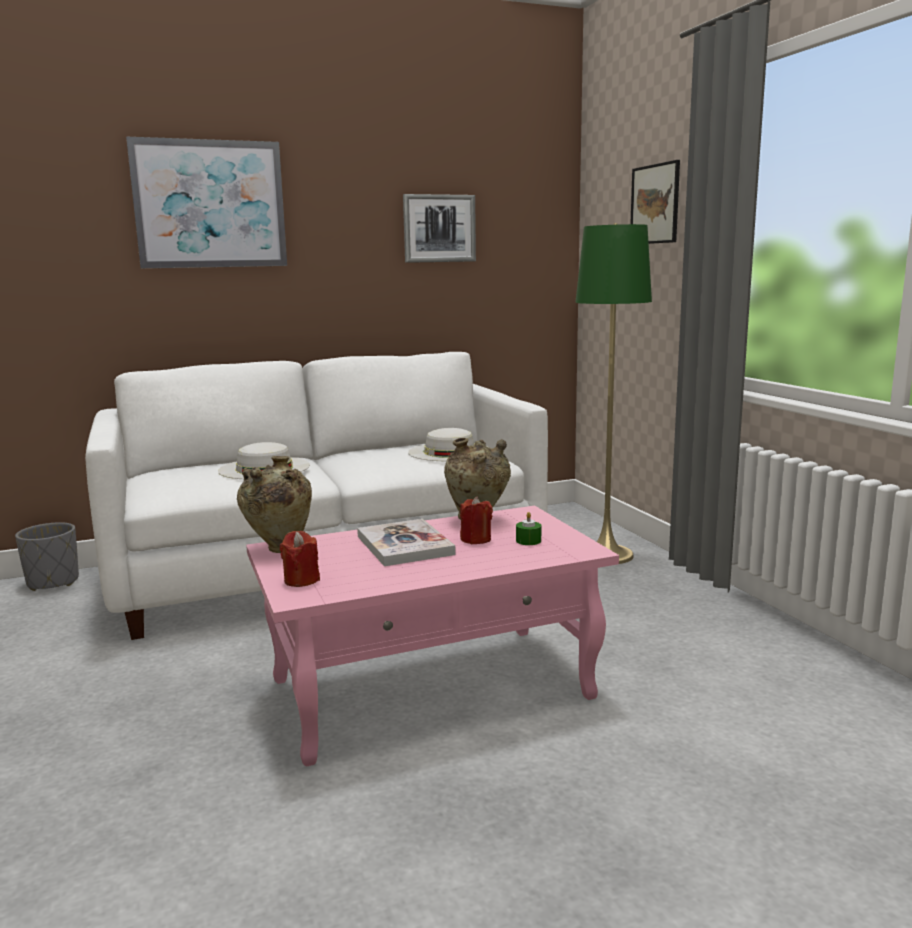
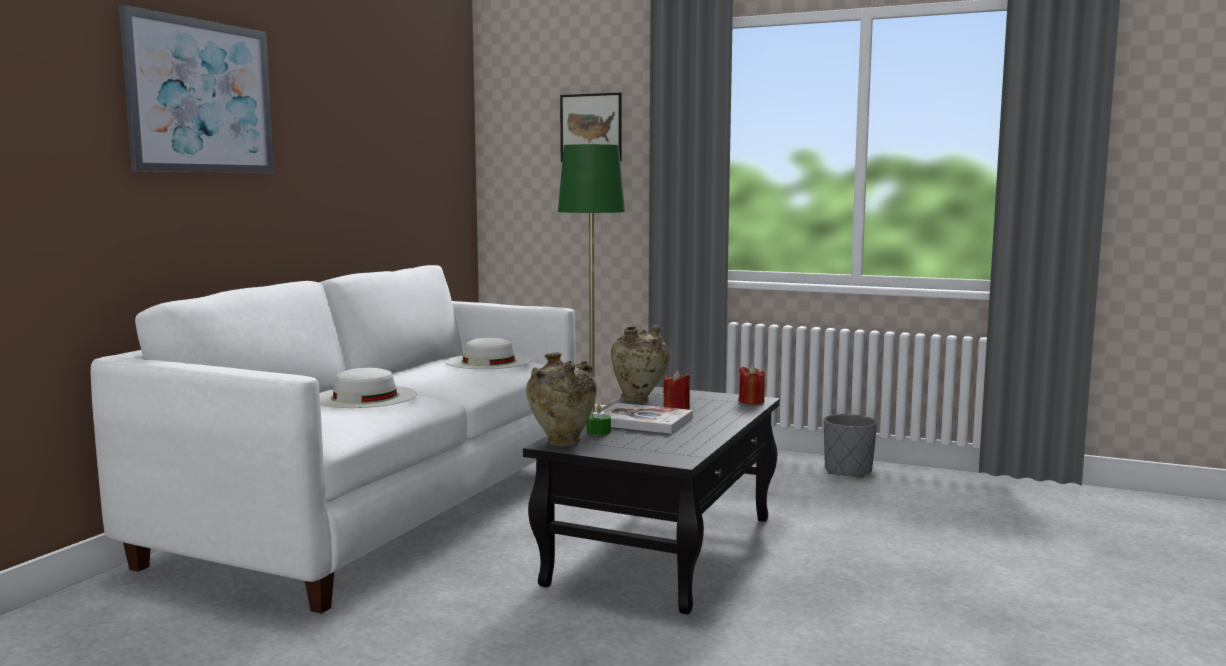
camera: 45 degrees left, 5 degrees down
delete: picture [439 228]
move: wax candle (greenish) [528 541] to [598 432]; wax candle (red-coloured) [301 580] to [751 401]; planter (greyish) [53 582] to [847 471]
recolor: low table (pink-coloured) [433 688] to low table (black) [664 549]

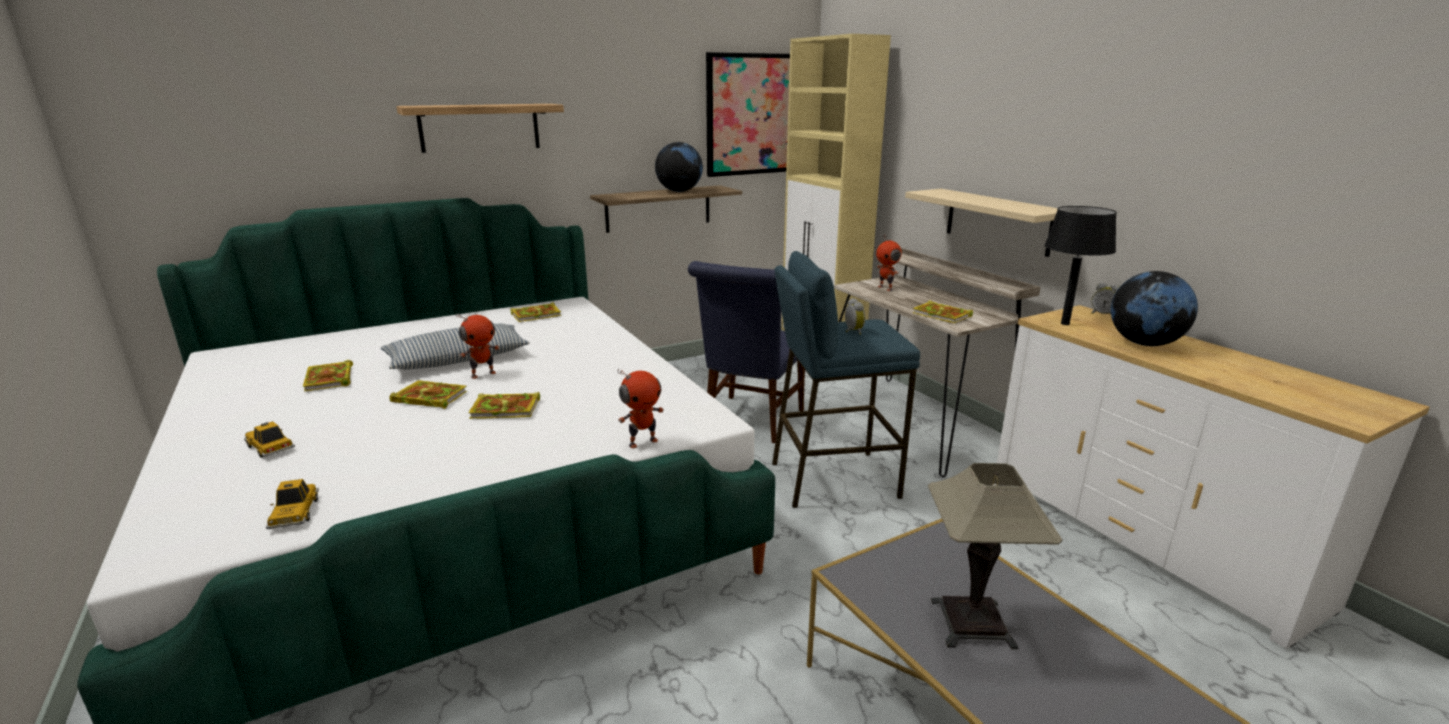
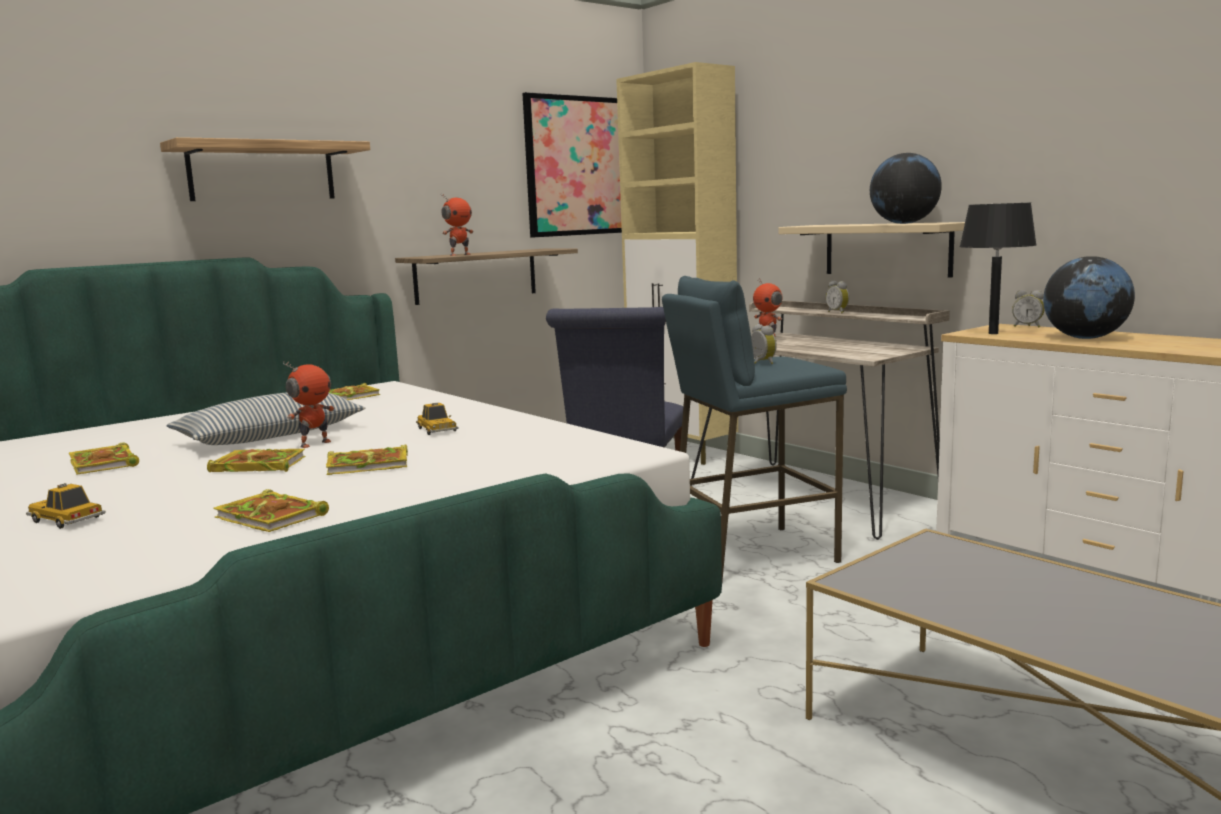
camera: 10 degrees left, 10 degrees down
delete: table lamp [972 623]
insert: table clock [838 312]
move: book [943 315] to [273 517]; toy car [295 513] to [437 430]; model robot [642 442] to [459 255]; globe [679 191] to [904 223]

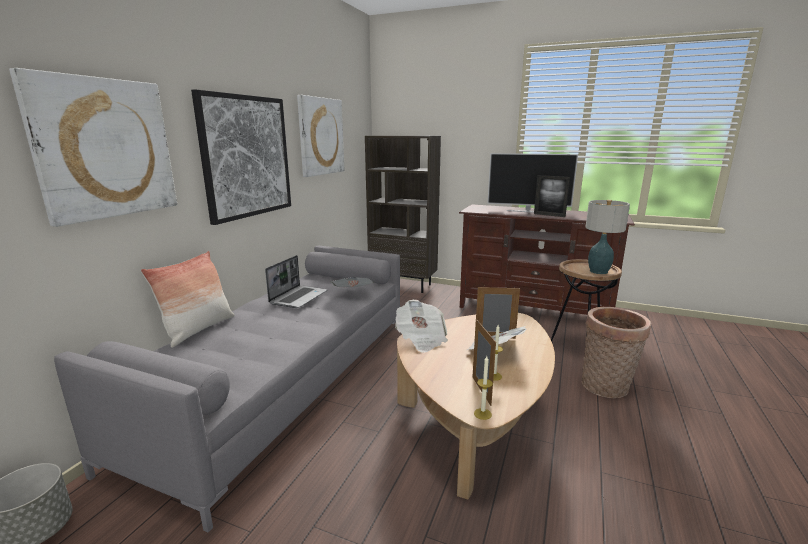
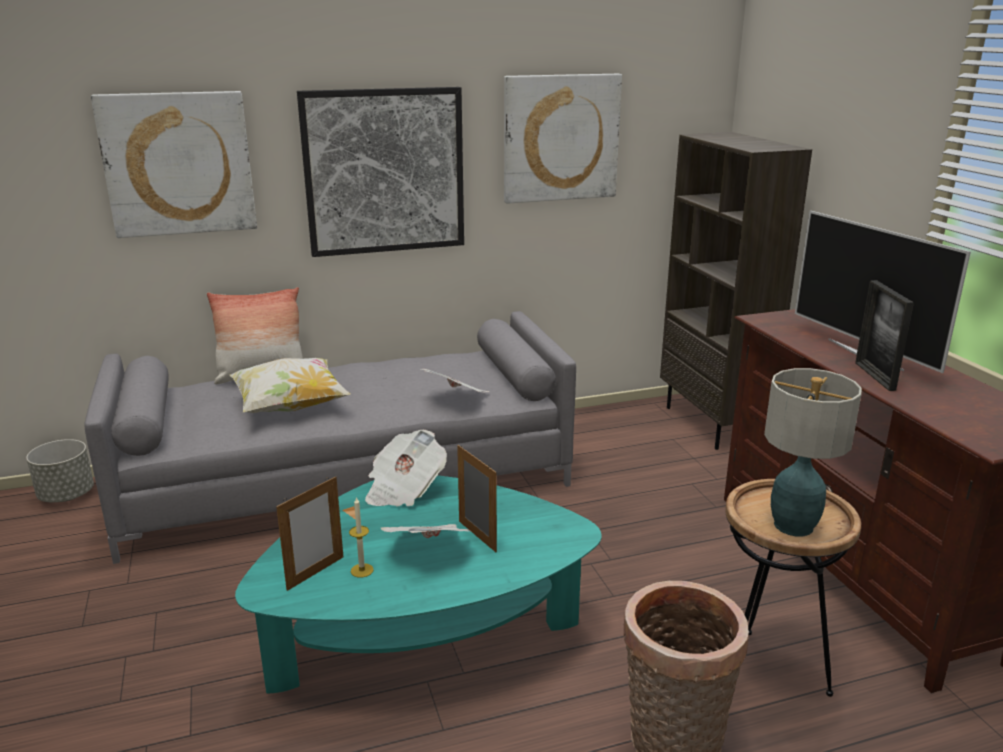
camera: 50 degrees right, 5 degrees up
delete: portable computer [298 297]; wax candle [482 414]
insert: cushion [290 407]
recolor: low table (brown-coloured) [476 419] to low table (turquoise-coloured) [424 640]

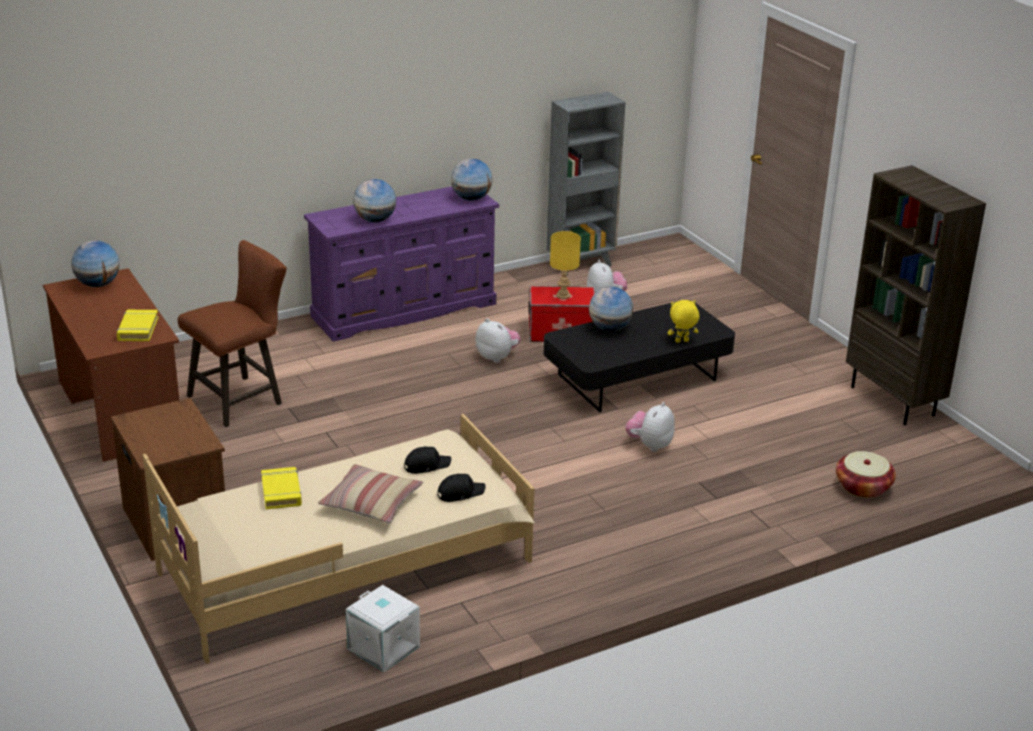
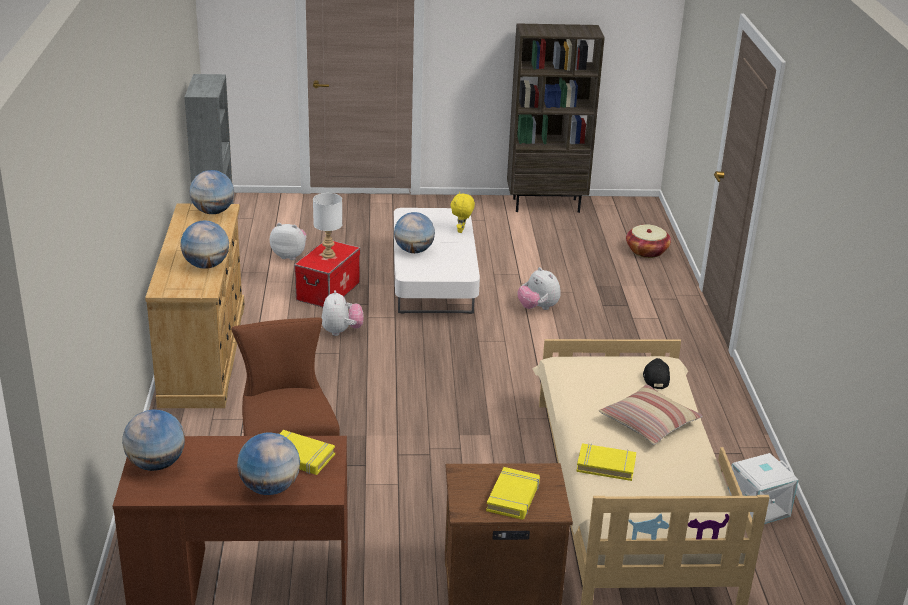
camera: 65 degrees left, 0 degrees up
delete: cap (black) [426 465]
insert: globe [270 488]; book (yellow) [513 497]
recolor: dresser (purple) [405 309] to dresser (beige-coloured) [203 352]; table lamp (yellow) [563 296] to table lamp (whitish) [329 255]; low table (black) [636 378] to low table (whitish) [433 282]
rotate: cuddly toy [497 357] = [341 331] 105 degrees clockwise

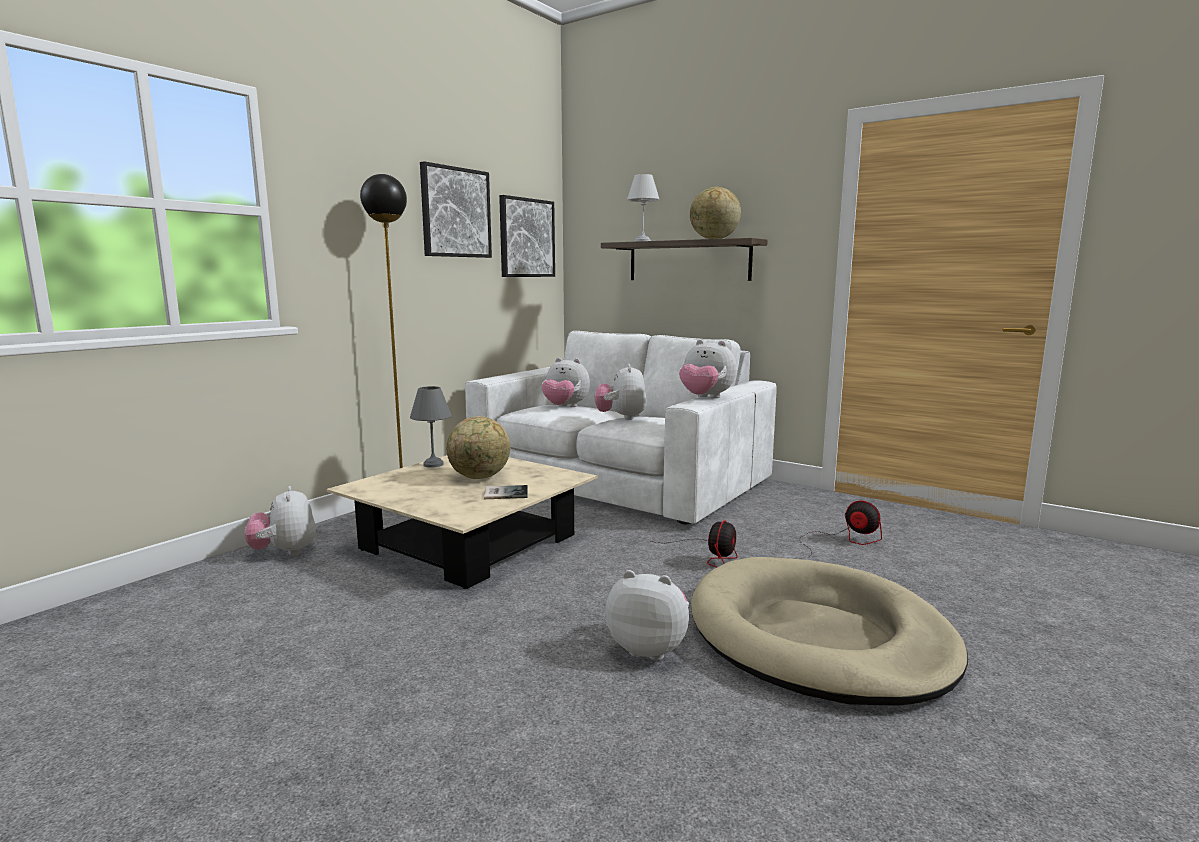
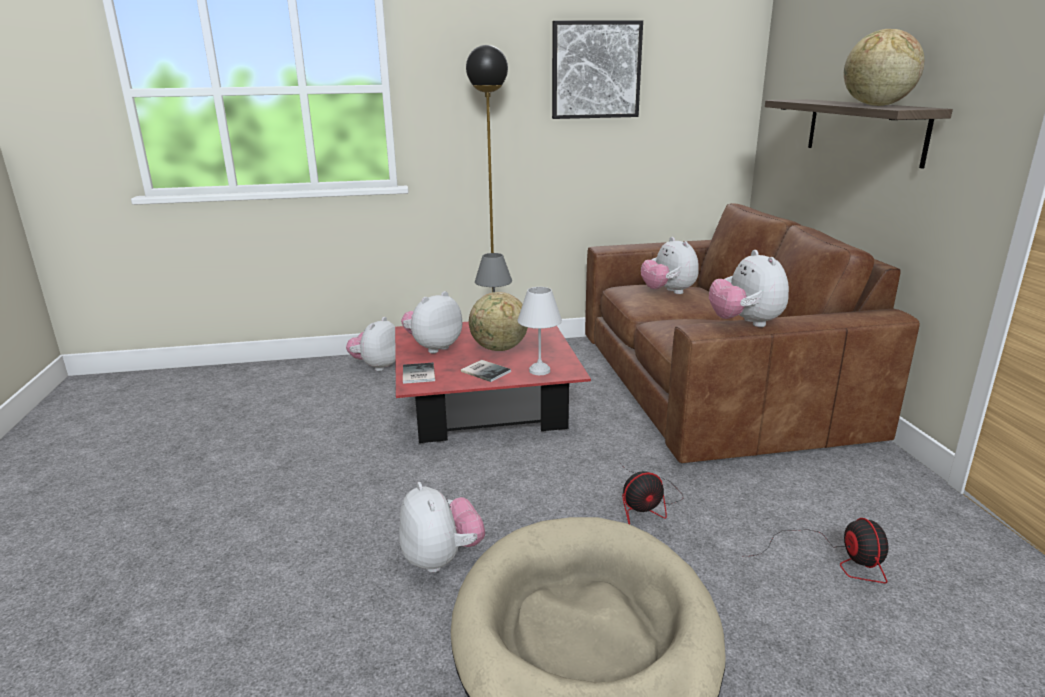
camera: 45 degrees right, 10 degrees up
delete: picture [526 238]
insert: book [417 374]
move: cuddly toy [621 417] to [433 347]; table lamp (whitish) [641 241] to [539 370]
recolor: low table (beige-coloured) [470 542] to low table (red-coloured) [486 403]; sofa (whitish) [619 479] to sofa (brown-coloured) [714 385]

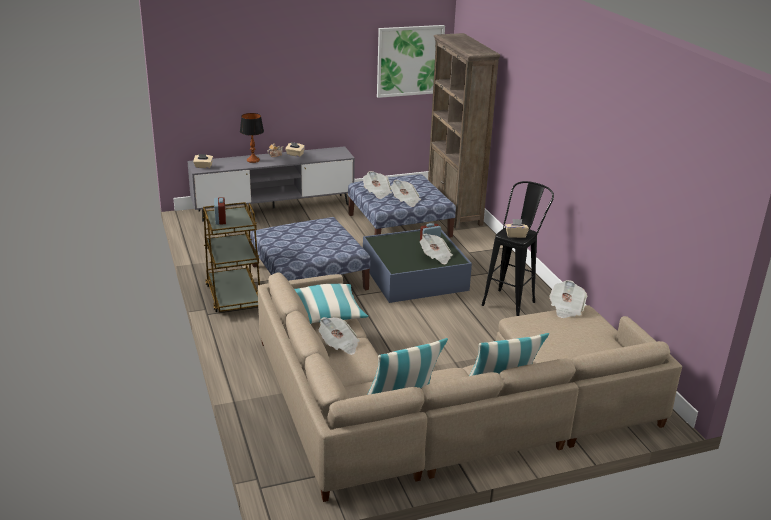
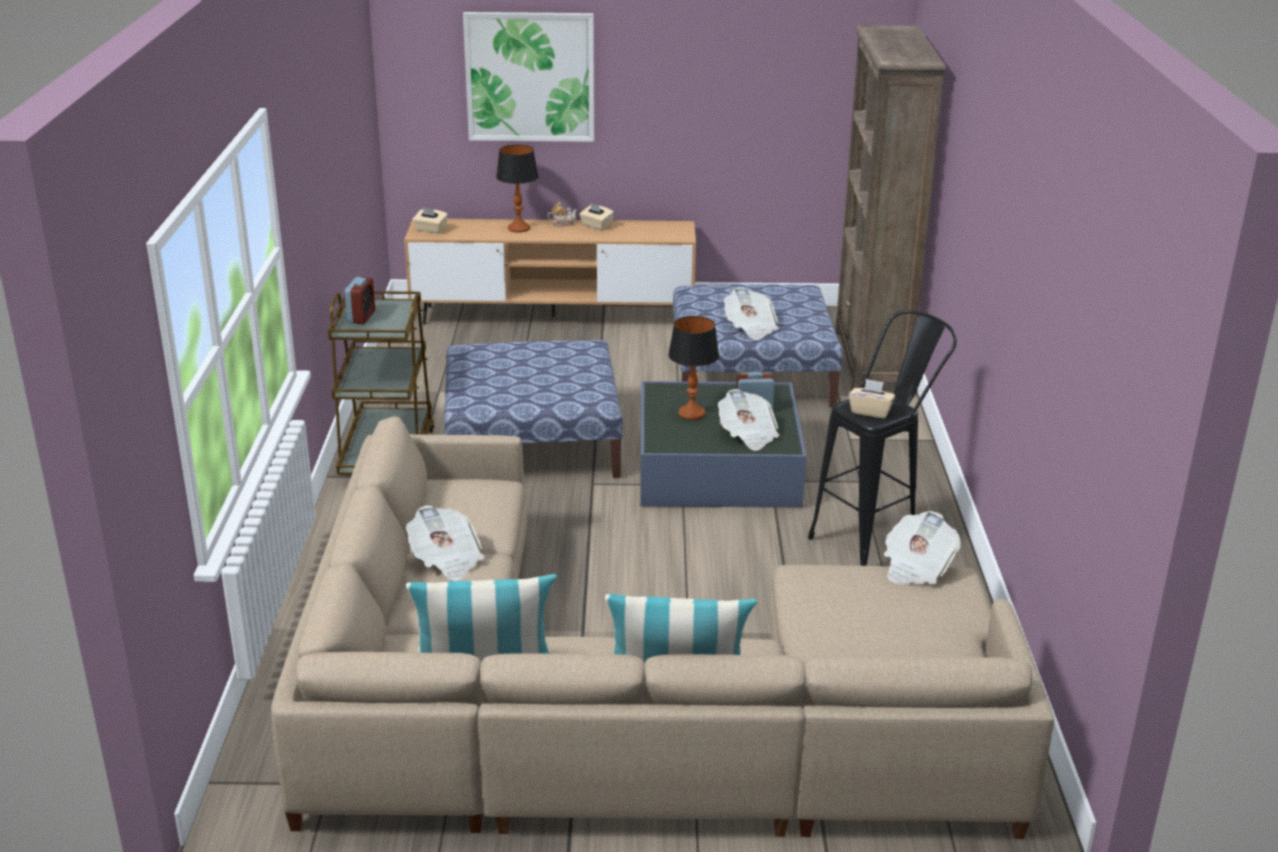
camera: 20 degrees right, 0 degrees up
delete: cushion [327 312]; printed paper [377 192]
insert: table lamp [692 413]
move: picture [410 61] to [530 77]
recolor: tv unit (greyish) [273 208] to tv unit (brown-coloured) [553 317]

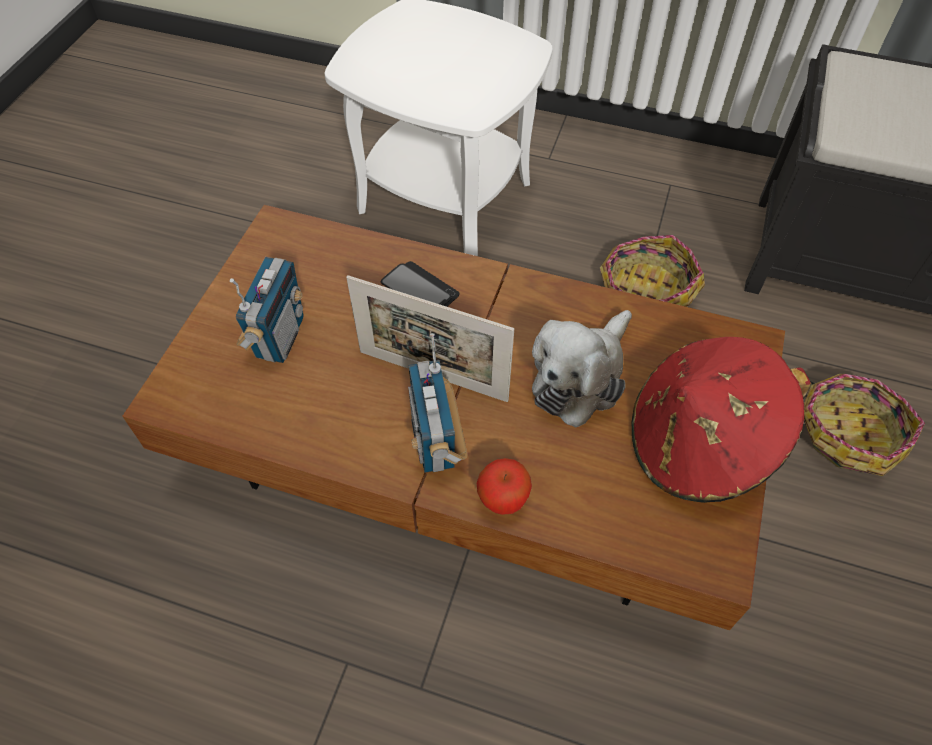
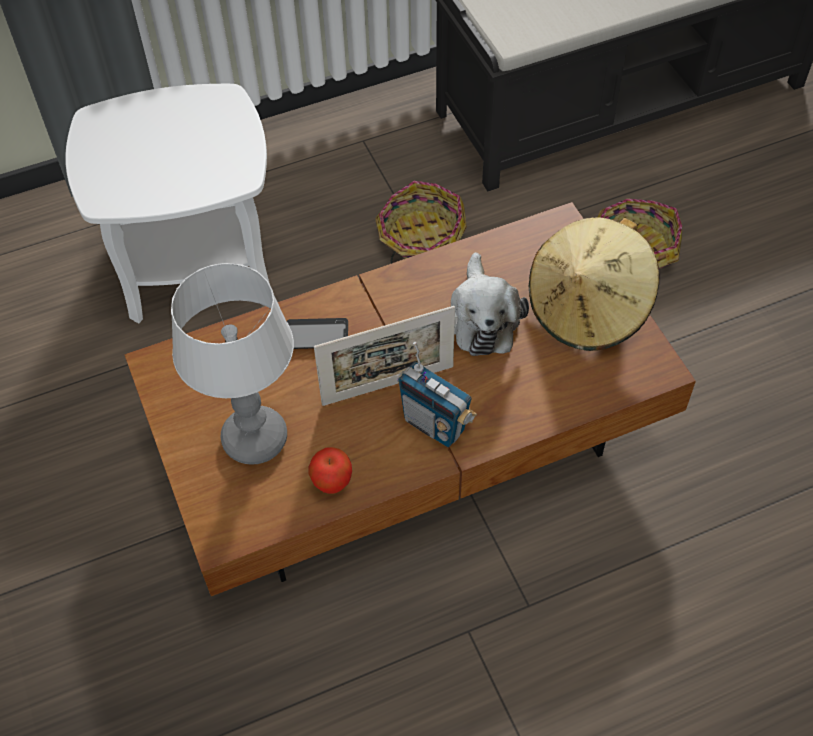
camera: 40 degrees left, 0 degrees up
move: apple [502 502] to [332 484]
replace: radio receiver [279 338] to table lamp [253 438]
recolor: clothing hat (red-coloured) [699 444] to clothing hat (beige-coloured) [588 309]

